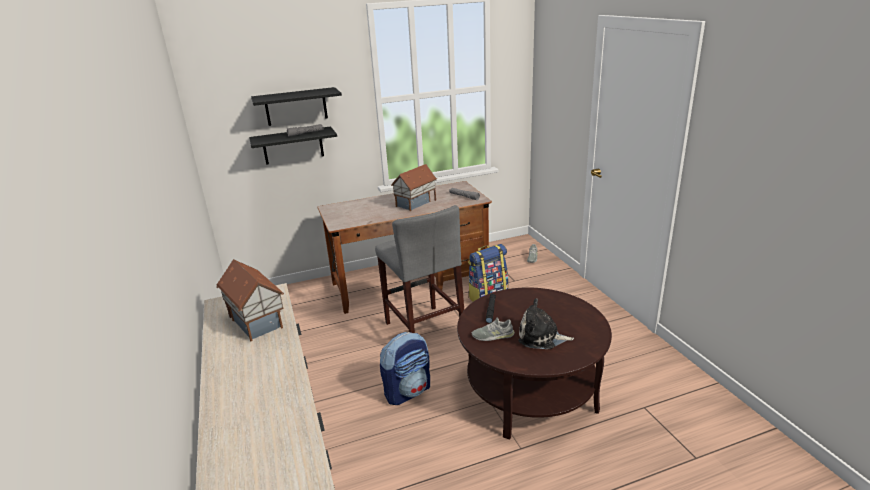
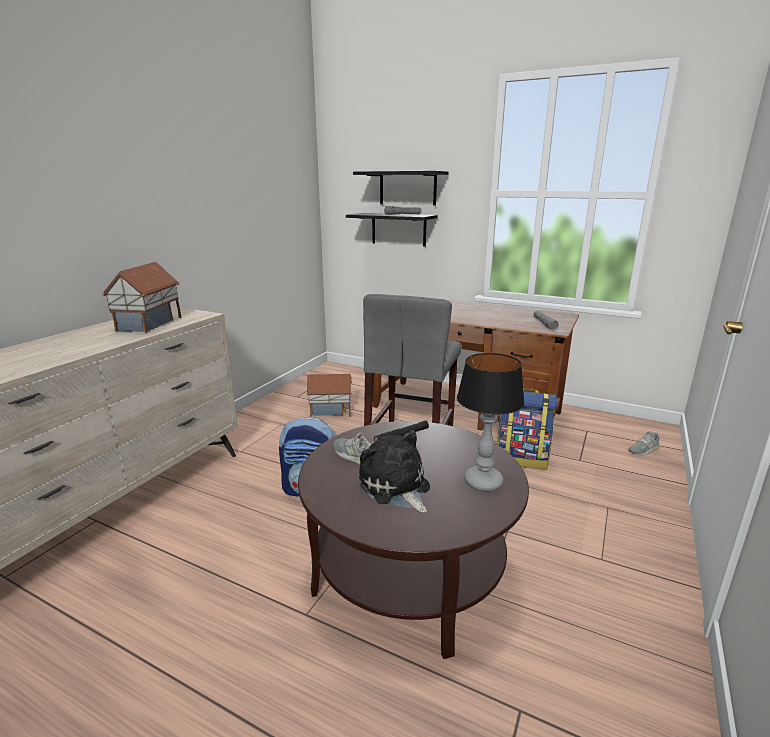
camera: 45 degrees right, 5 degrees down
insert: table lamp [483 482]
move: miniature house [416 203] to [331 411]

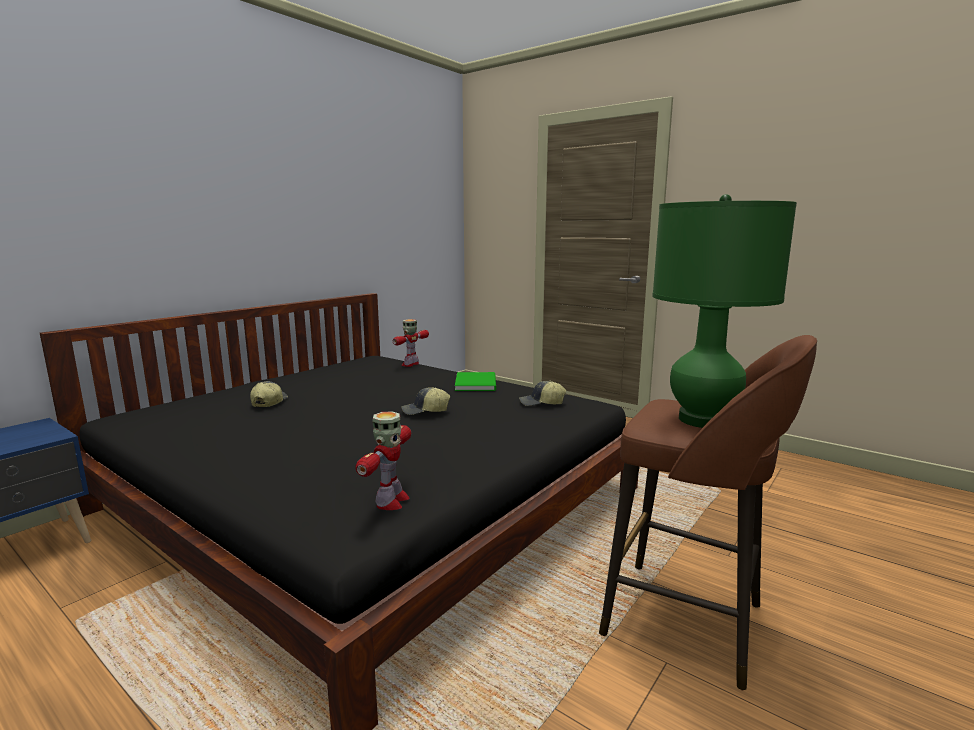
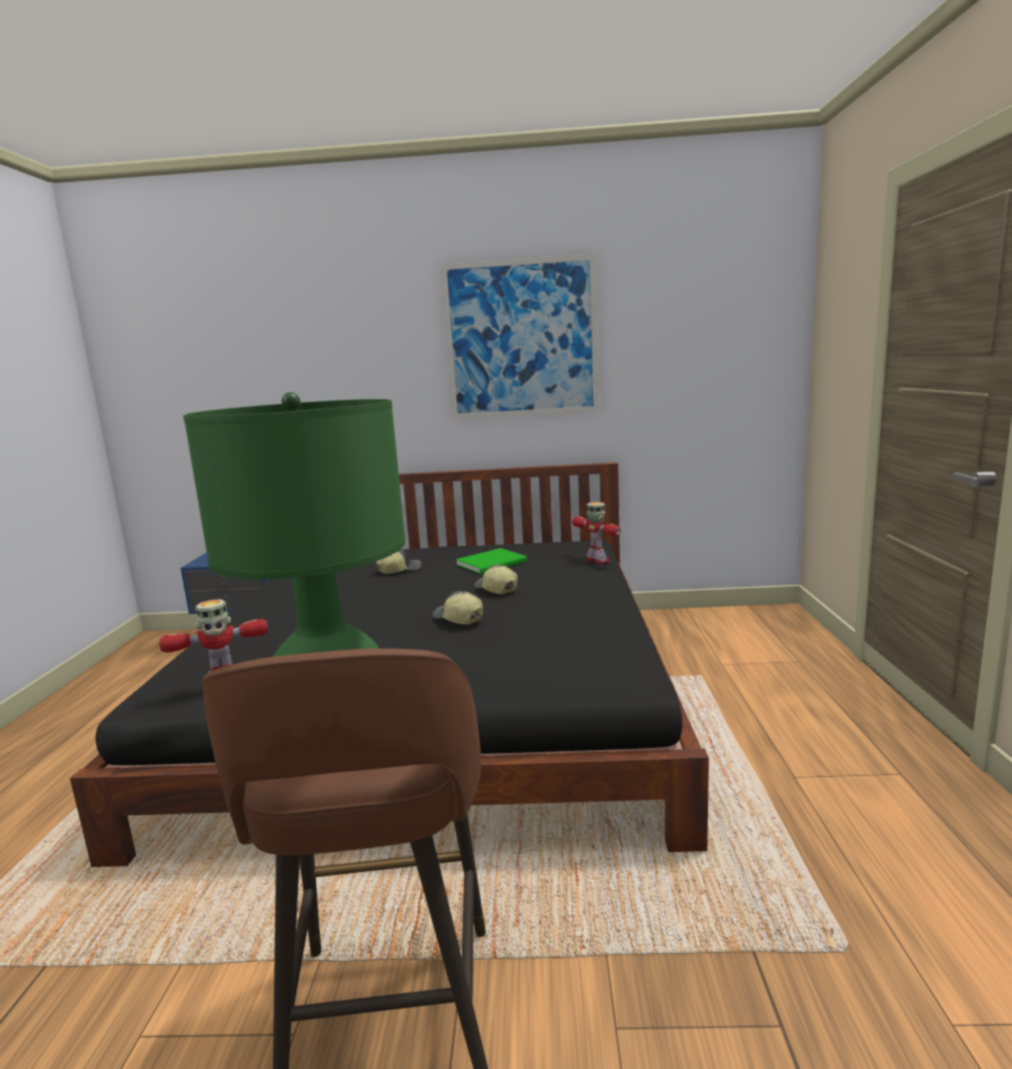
camera: 55 degrees right, 0 degrees up
insert: picture [521 339]
move: book (greenish) [477 383] to [493 563]; cap [541 403] to [495 589]
rotate: model robot [411 364] = [598 560] 60 degrees clockwise

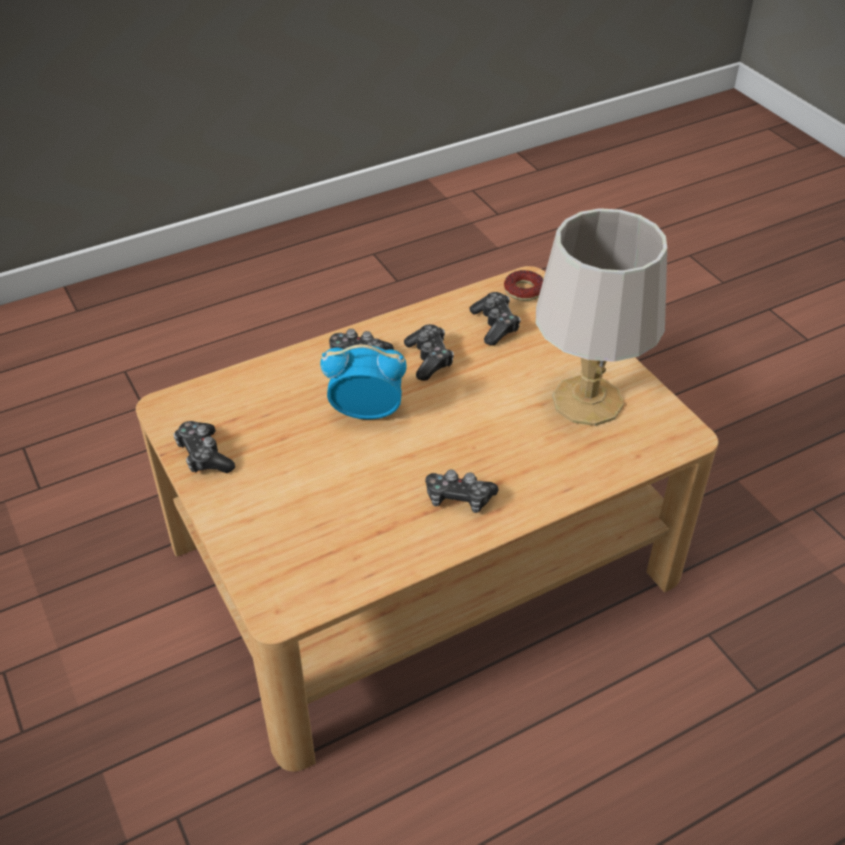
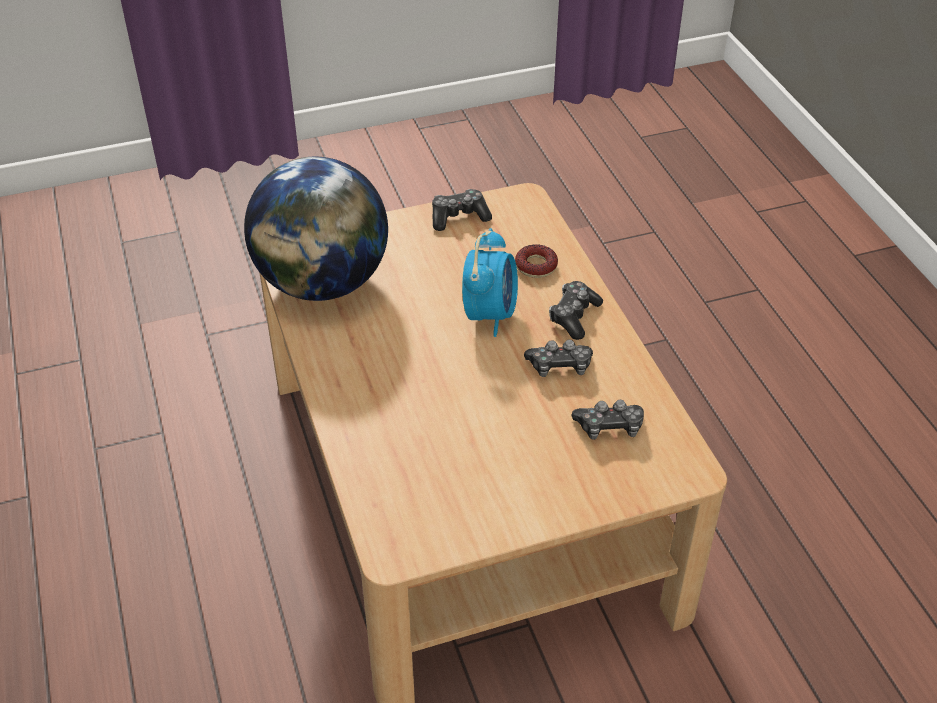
camera: 100 degrees right, 0 degrees up
delete: game controller [458 498]; table lamp (greyish) [588 400]
insert: globe [322 283]
move: donut [524 290] to [536 266]

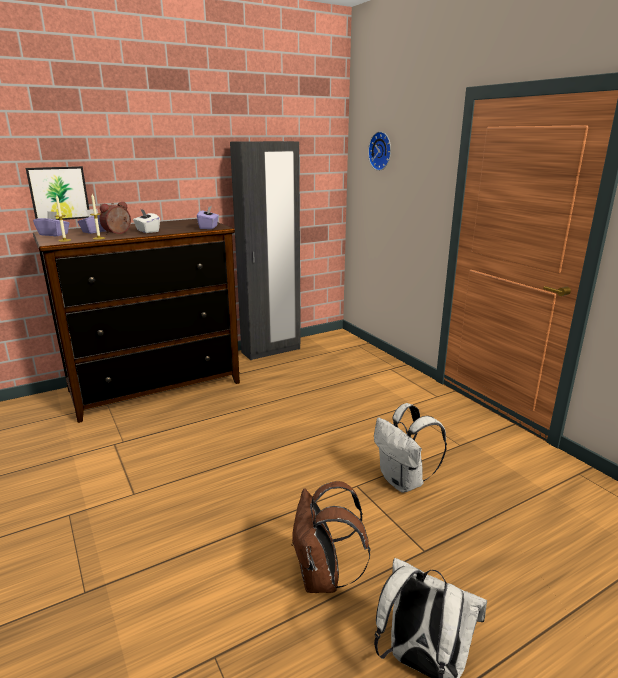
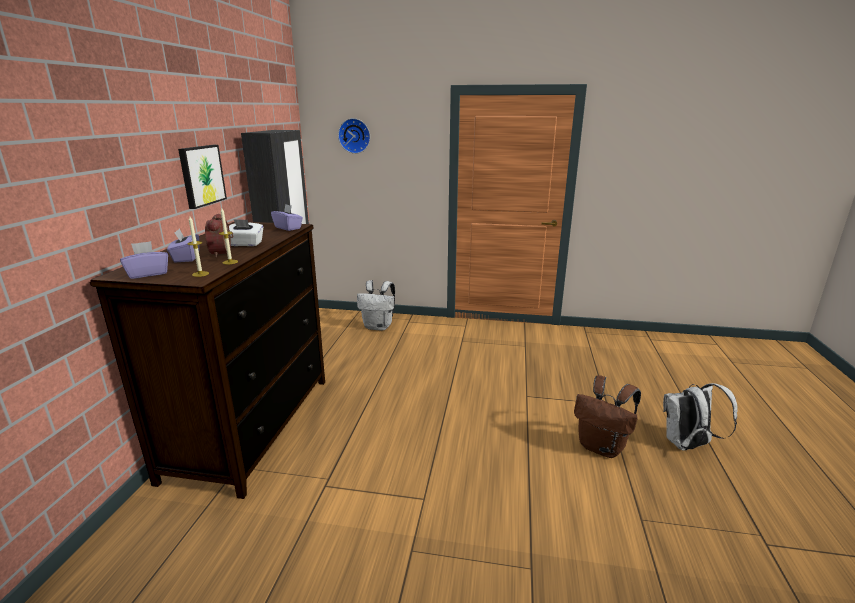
camera: 50 degrees left, 0 degrees up
move: picture [59 193] to [201 175]; knapsack (whitish) [403 481] to [378 327]

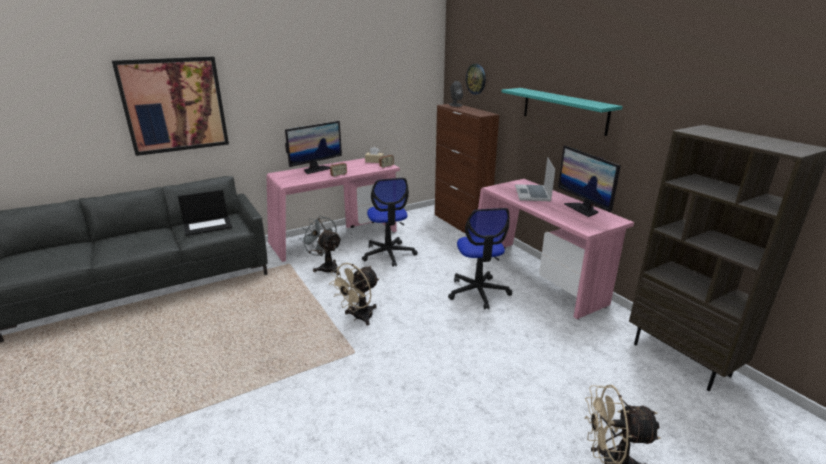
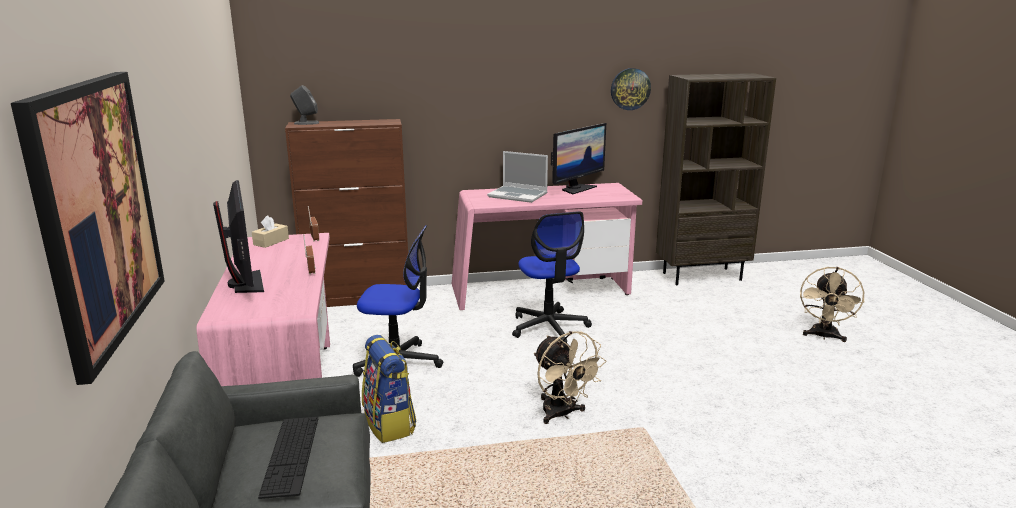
camera: 70 degrees left, 5 degrees down
delete: wall shelf (turquoise-coloured) [564 110]
move: hanging clock [476 79] to [630 89]
replace: portable computer [208 226] to computer keyboard [291 455]; electric fan (greyish) [326 267] to knapsack [390 424]
rotate: computer chair [478 292] = [549 327] 60 degrees clockwise; computer display [583 209] = [576 188] 45 degrees counterclockwise

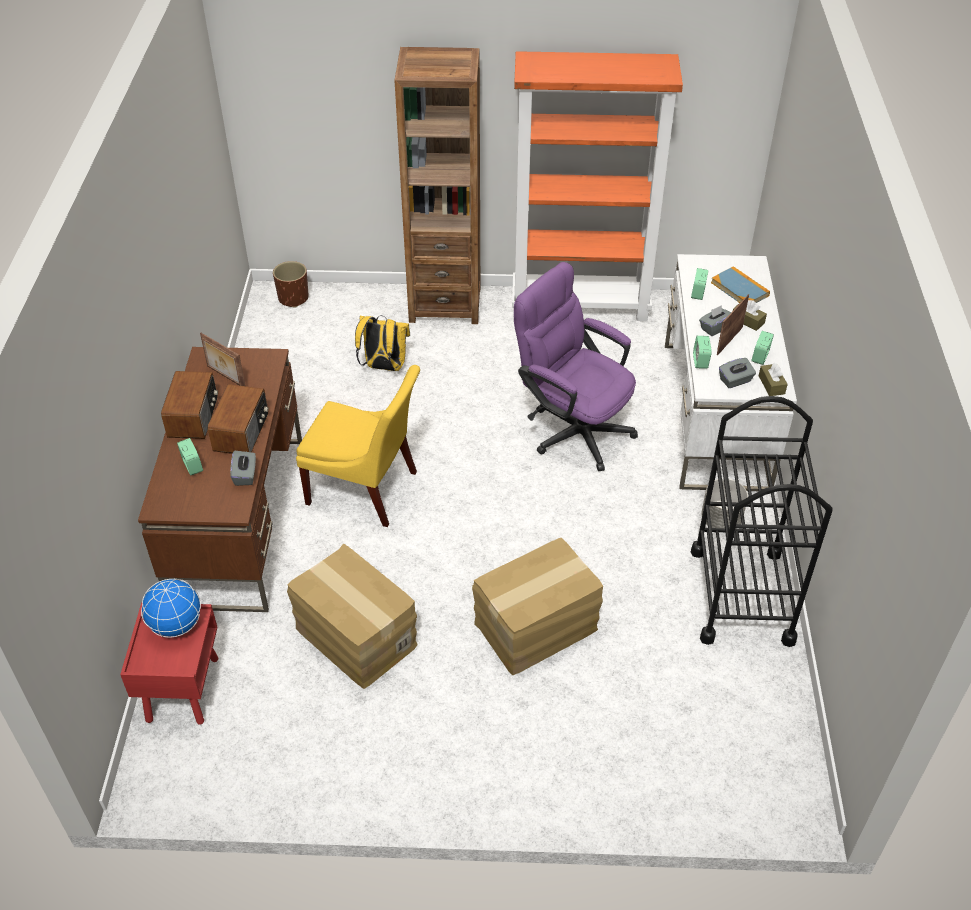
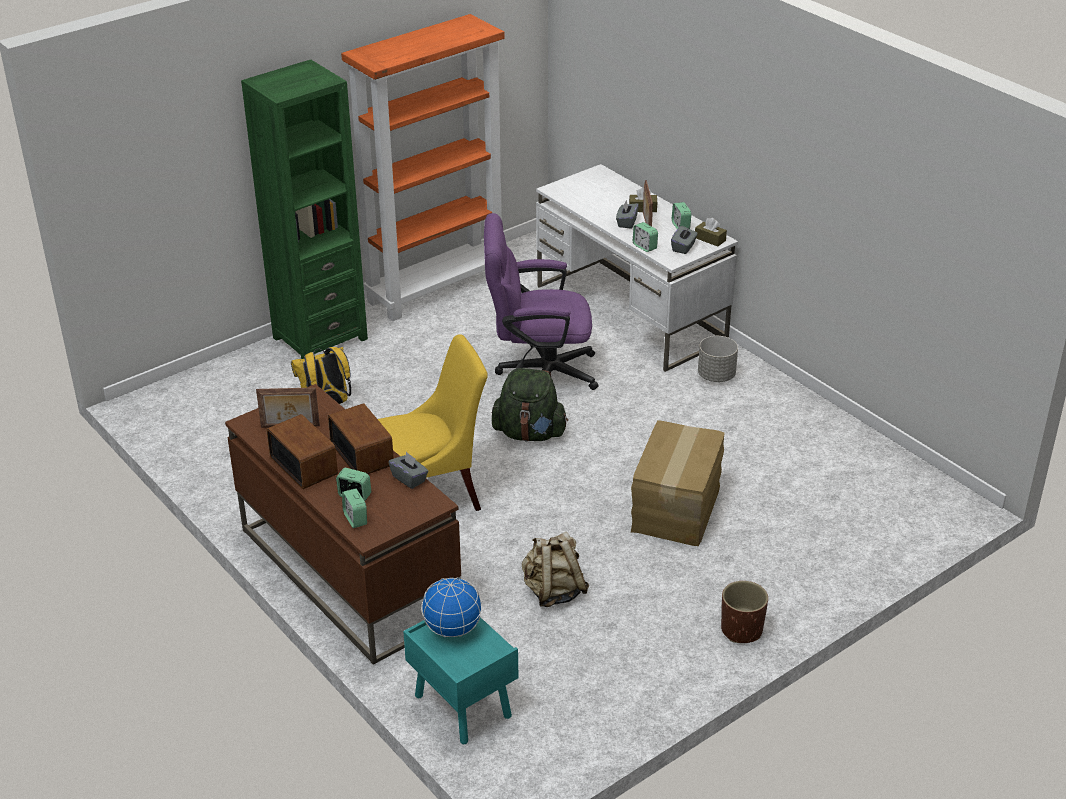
camera: 40 degrees left, 10 degrees down
delete: wheeled cart (black) [741 595]; book [739 289]
insert: knapsack (greenish) [529 433]
move: table clock [698 293] to [355 519]; planter (brown-coloured) [293 298] to [741 630]
replace: packing box [355 637] to knapsack (beige-coloured) [553 592]
recolor: bookshelf (brown-coloured) [445 304] to bookshelf (greenish) [320 338]; nightstand (red-coloured) [182 688] to nightstand (turquoise-coloured) [461 706]

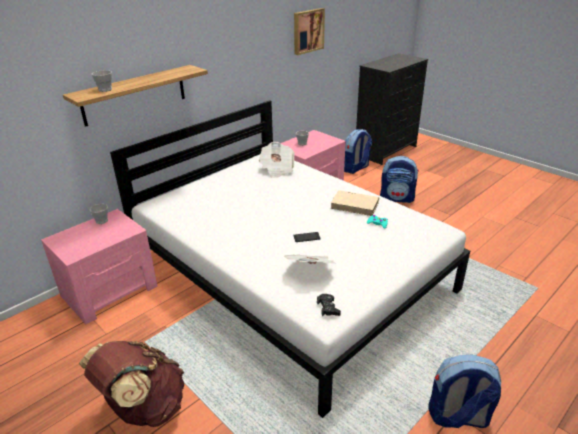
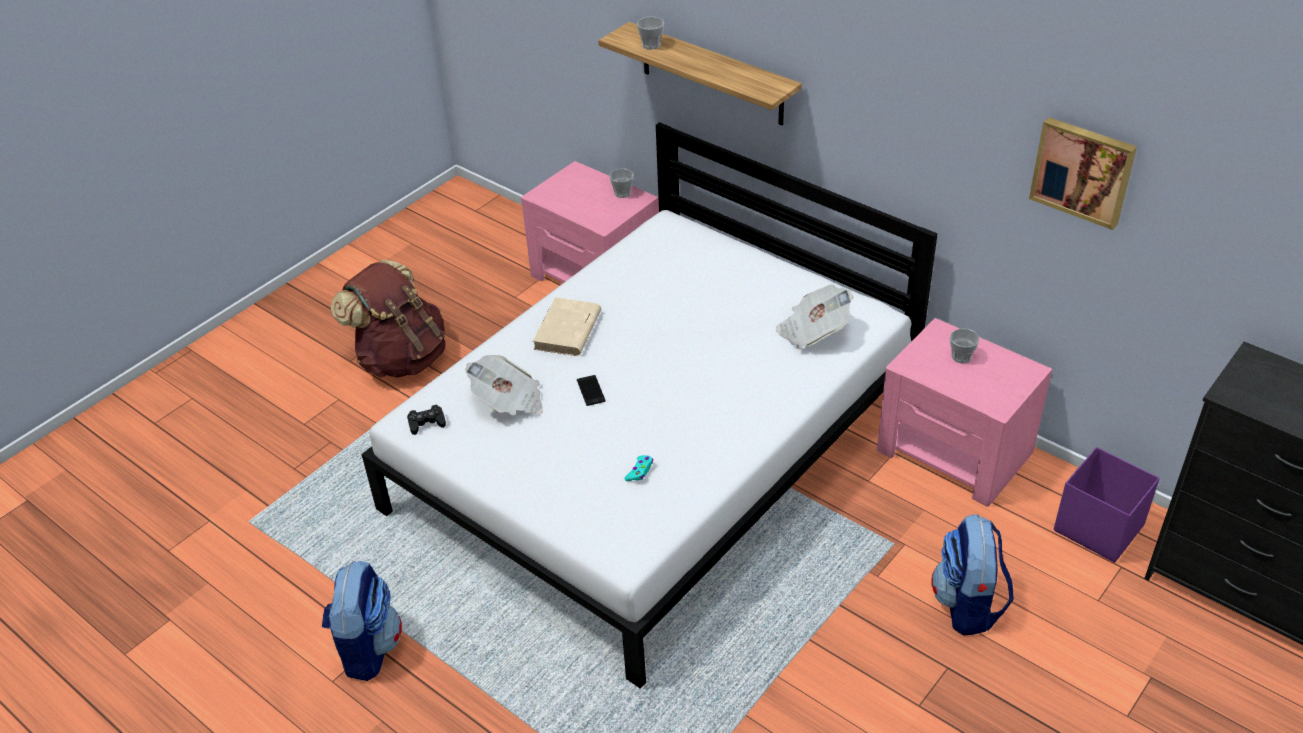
camera: 85 degrees right, 10 degrees up
move: book (beige-coloured) [355 205] to [567 331]
replace: knapsack [356 168] to storage box (purple) [1097 527]

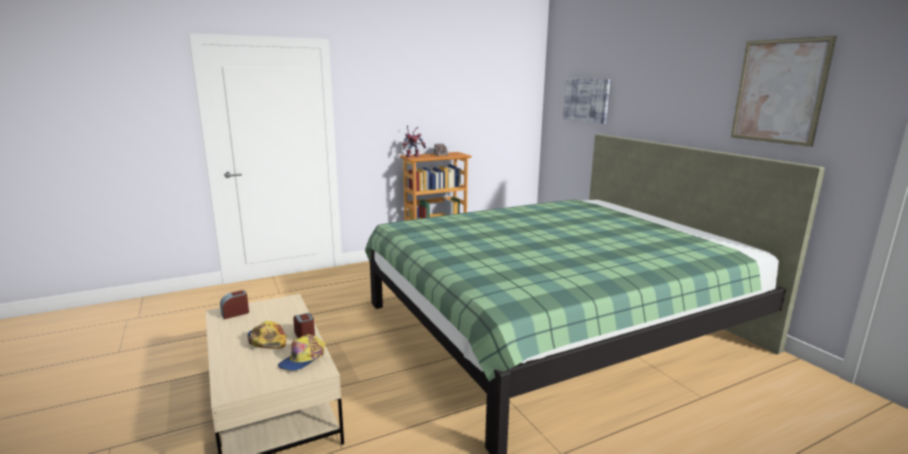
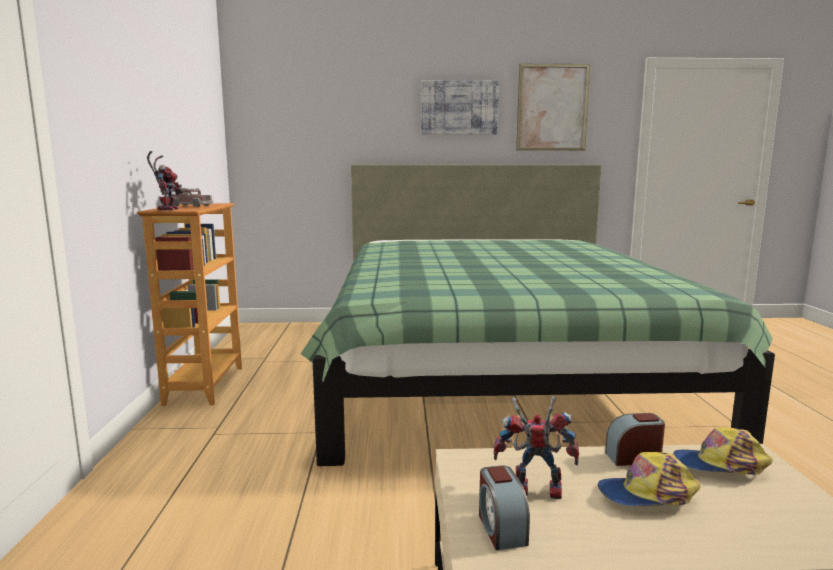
camera: 65 degrees left, 5 degrees down
insert: model robot [533 491]
move: picture [586 100] to [459 108]
rotate: cap [303 359] = [721 465] 135 degrees clockwise

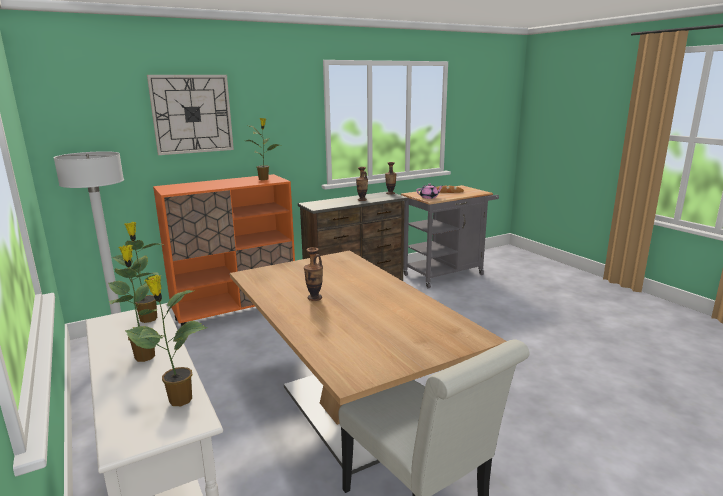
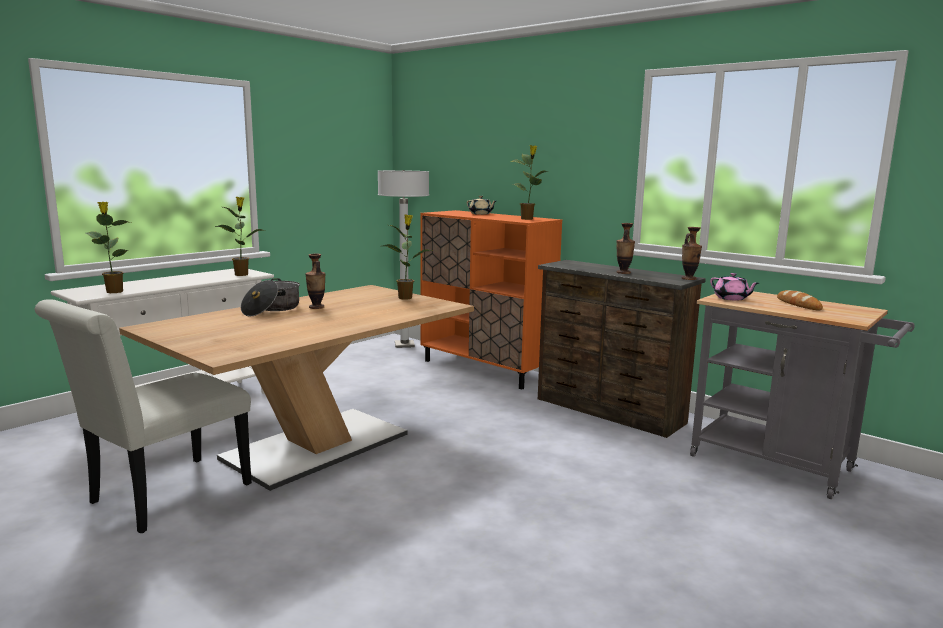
camera: 70 degrees right, 5 degrees down
delete: hanging clock [192 114]
insert: cooking pot [271 309]; teapot (beige-coloured) [481 214]
move: potted plant [144 356] to [406 297]

